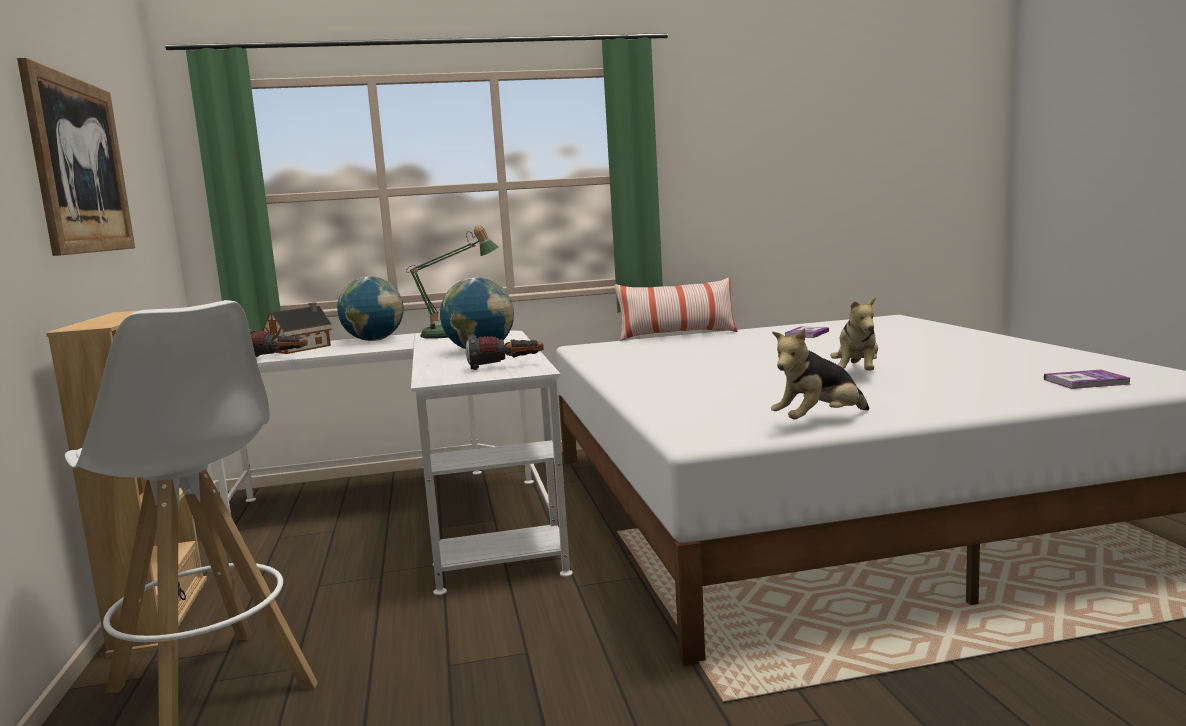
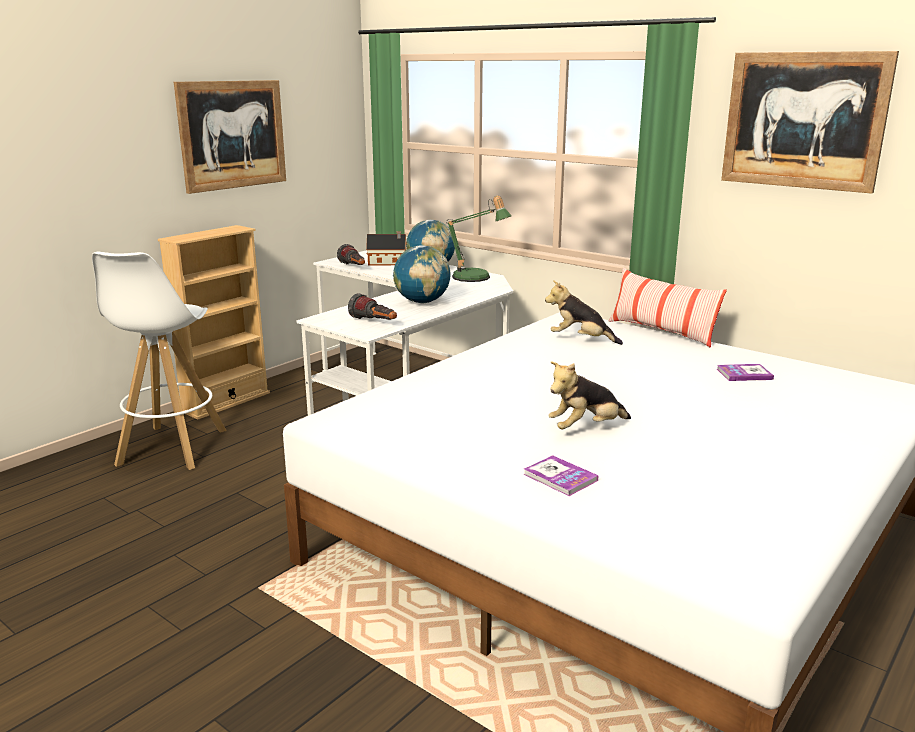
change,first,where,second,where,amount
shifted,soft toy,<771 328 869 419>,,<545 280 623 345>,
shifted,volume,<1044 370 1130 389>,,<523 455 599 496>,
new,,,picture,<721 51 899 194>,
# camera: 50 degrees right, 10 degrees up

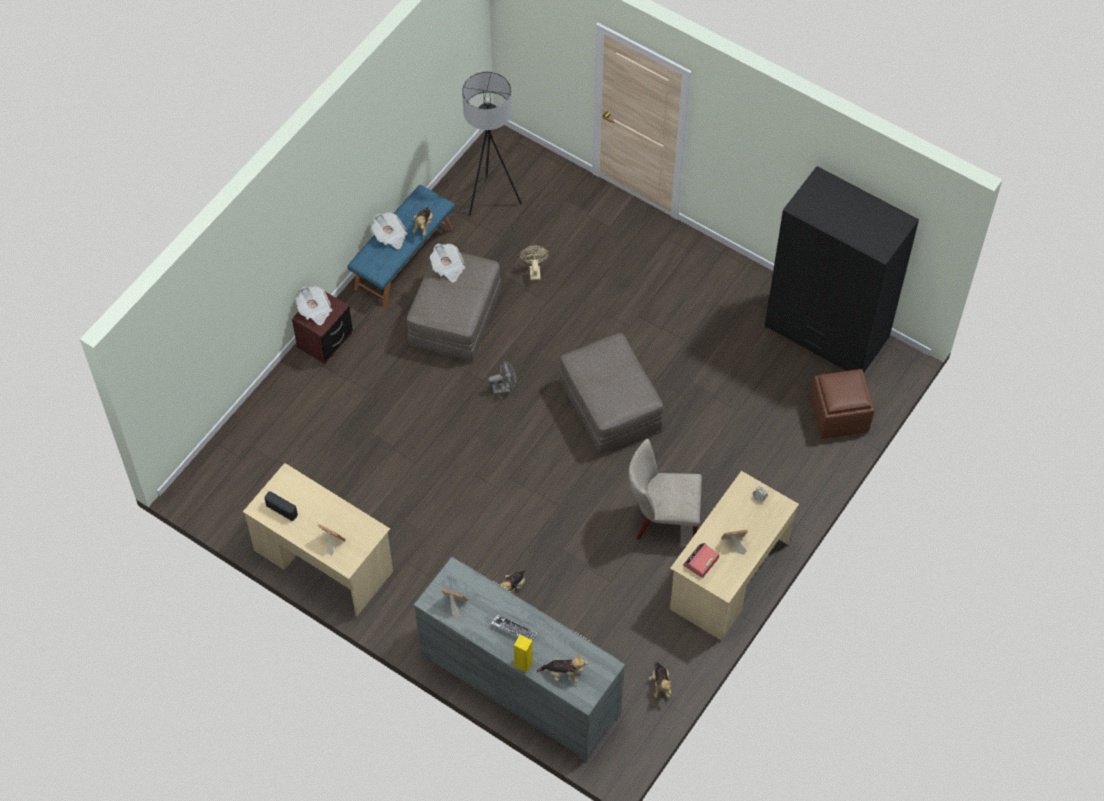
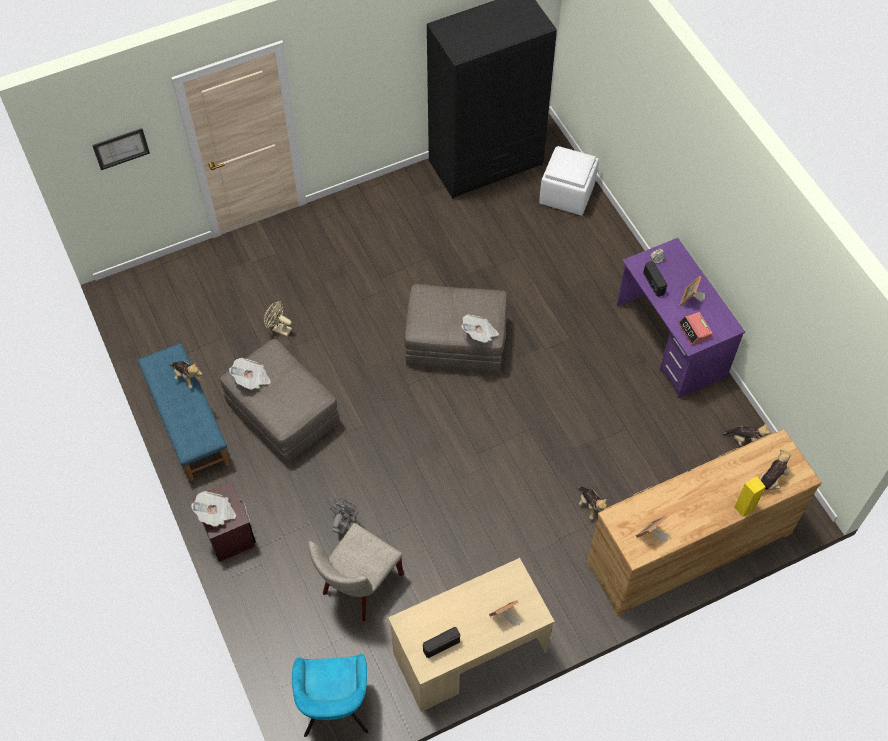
change,first,where,second,where,amount
gone,greyish standard lamp,<449 72 522 216>,,,
shifted,daily paper,<372 212 408 249>,,<461 314 499 343>,
shifted,greyish cooling fan,<488 361 516 394>,,<327 498 358 535>,
repainted,brownish pouffe,<810 369 874 439>,whitish pouffe,<539 146 599 216>,
shifted,beige-coloured plain chair,<629 439 702 540>,,<308 523 404 621>,
repainted,beige-coloured desk table,<670 471 799 640>,purple desk table,<617 238 745 398>,
repainted,greyish chest of drawers,<414 557 625 762>,brownish chest of drawers,<587 429 822 616>,
gone,PC keyboard,<491 615 537 640>,,,
new,,,picture,<92 128 150 170>,
new,,,radio set,<643 261 667 297>,
new,,,turquoise-coloured easy chair,<292 654 368 737>,
# camera: 60 degrees left, 0 degrees up

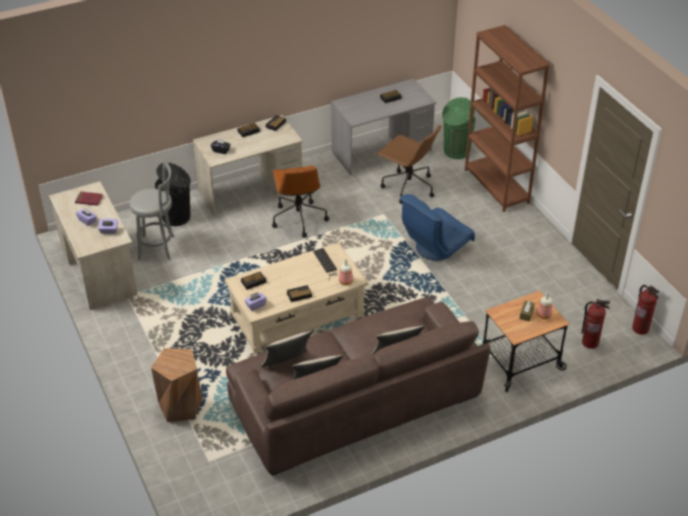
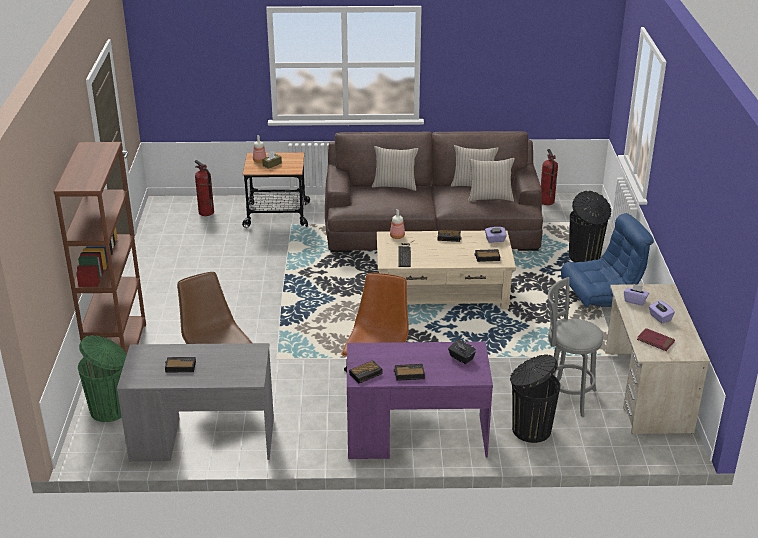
change,first,where,second,where,amount
repainted,beige-coloured desk table,<193 115 303 216>,purple desk table,<347 342 493 459>,
shifted,blue easy chair,<400 194 475 260>,,<561 213 654 307>,
shifted,extinguisher,<632 285 660 335>,,<541 149 558 205>,
swapped,brownish stool,<151 348 203 422>,black rubbish bin,<569 191 611 262>,
# camera: 155 degrees left, 10 degrees down

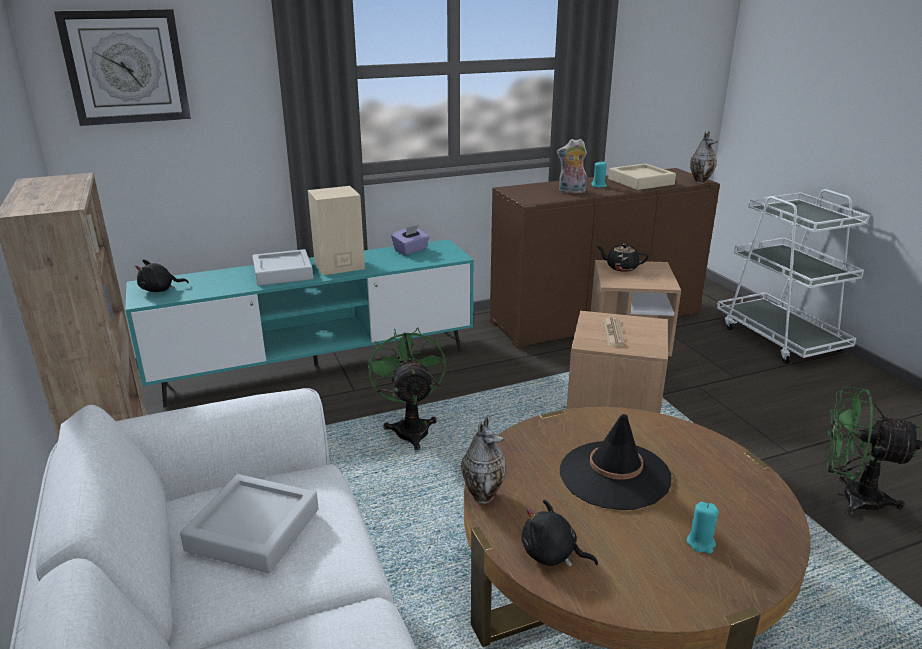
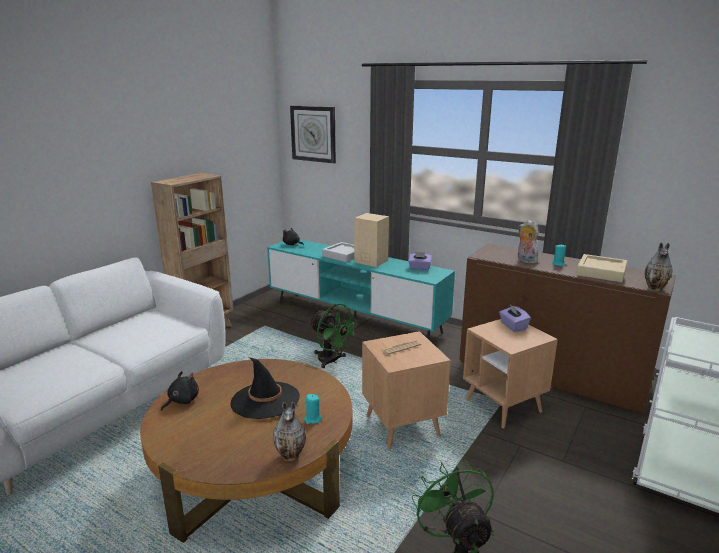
change,first,where,second,where,amount
swapped,black pot for tea,<597 243 649 272>,purple tissue holder,<499 304 531 332>,
rotated,greenish cooling fan,<367 327 446 450>,,<309 304 359 368>,90 degrees clockwise
shifted,flower vase,<461 417 507 504>,,<273 402 306 461>,
gone,greyish tray,<180 474 319 573>,,,
rotated,black soft toy,<522 499 598 567>,,<161 371 199 411>,45 degrees clockwise
shifted,turquoise-coloured candle,<687 502 719 554>,,<304 394 322 424>,
# camera: 55 degrees right, 5 degrees down

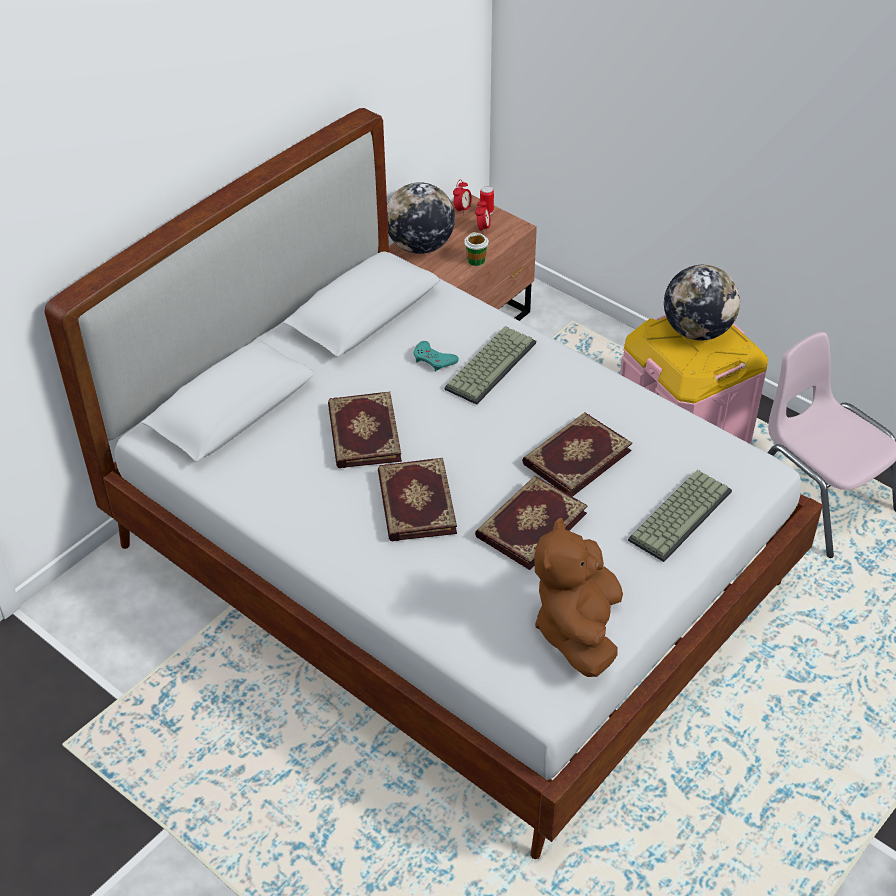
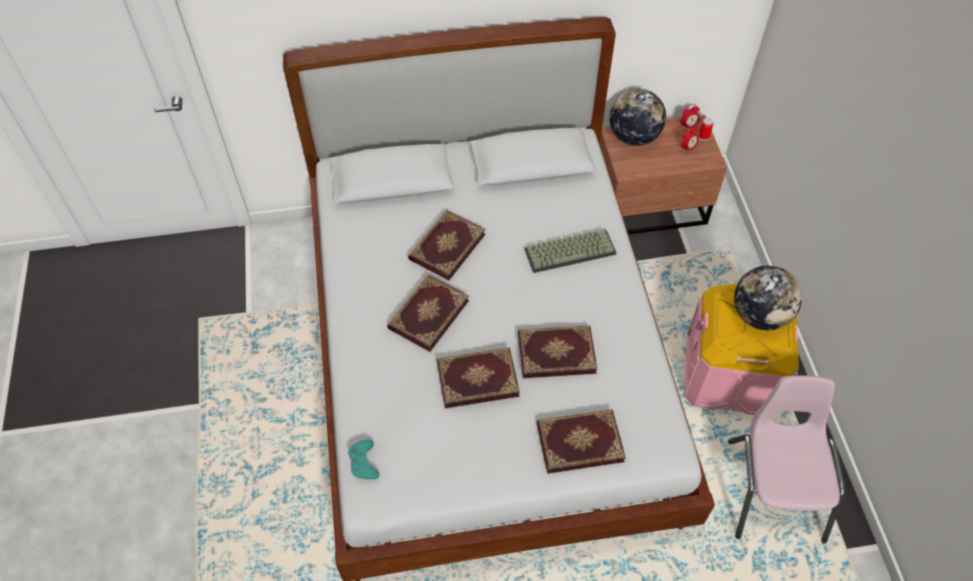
change,first,where,second,where,amount
gone,cup,<464 232 489 266>,,,
shifted,turquoise-coloured joypad,<414 341 459 372>,,<348 440 380 479>,
swapped,PC keyboard,<628 470 732 562>,volume,<537 409 626 474>,
gone,brownish soft toy,<534 517 623 677>,,,
# camera: 40 degrees right, 10 degrees up

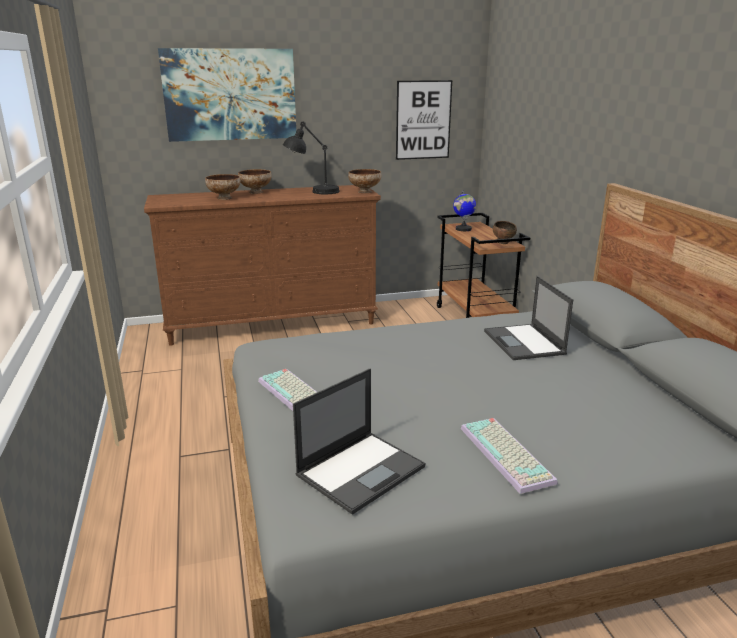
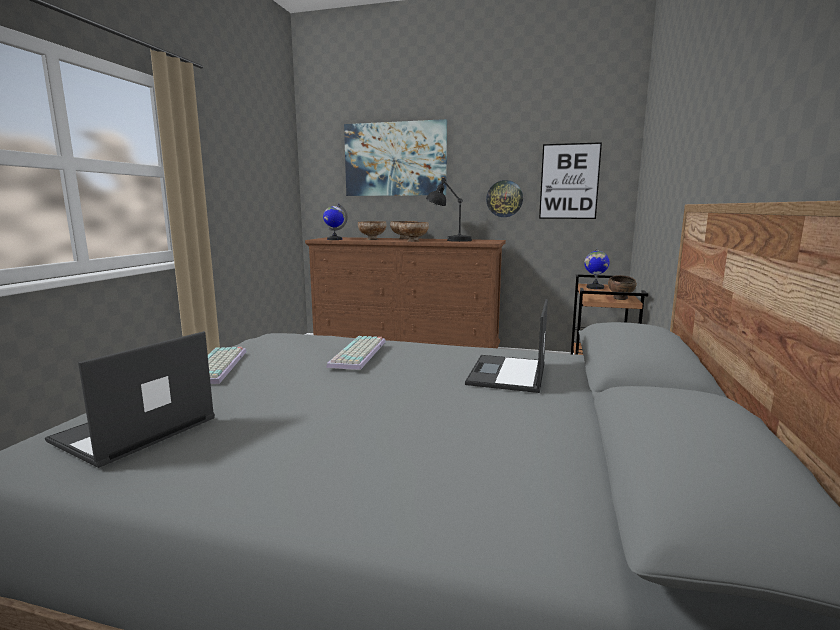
change,first,where,second,where,amount
shifted,serving bowl,<348 169 381 193>,,<398 222 429 242>,
rotated,laptop,<293 368 425 515>,,<45 331 215 468>,135 degrees clockwise
shifted,PC keyboard,<461 418 558 494>,,<326 336 386 370>,
new,,,clock on the wall,<486 180 523 217>,
new,,,globe,<323 203 348 240>,
# camera: 30 degrees right, 10 degrees down

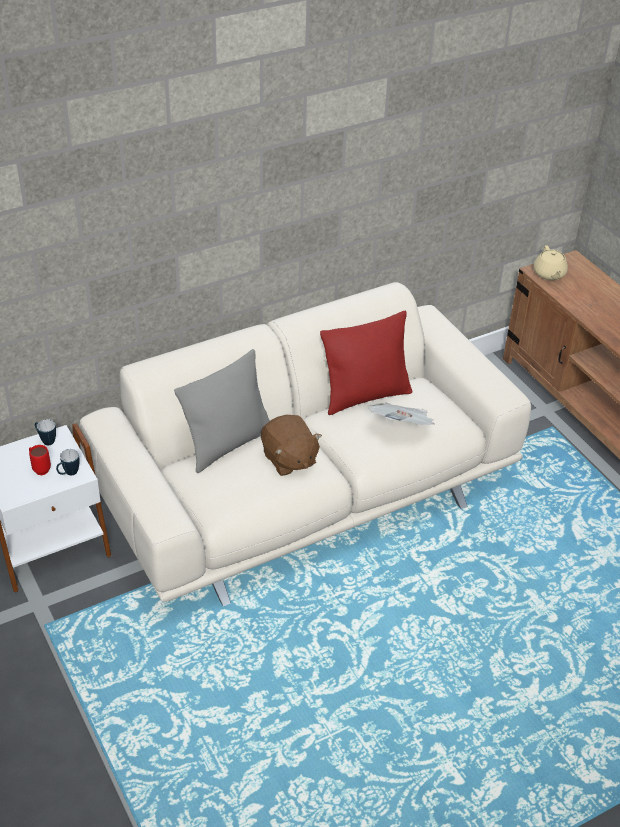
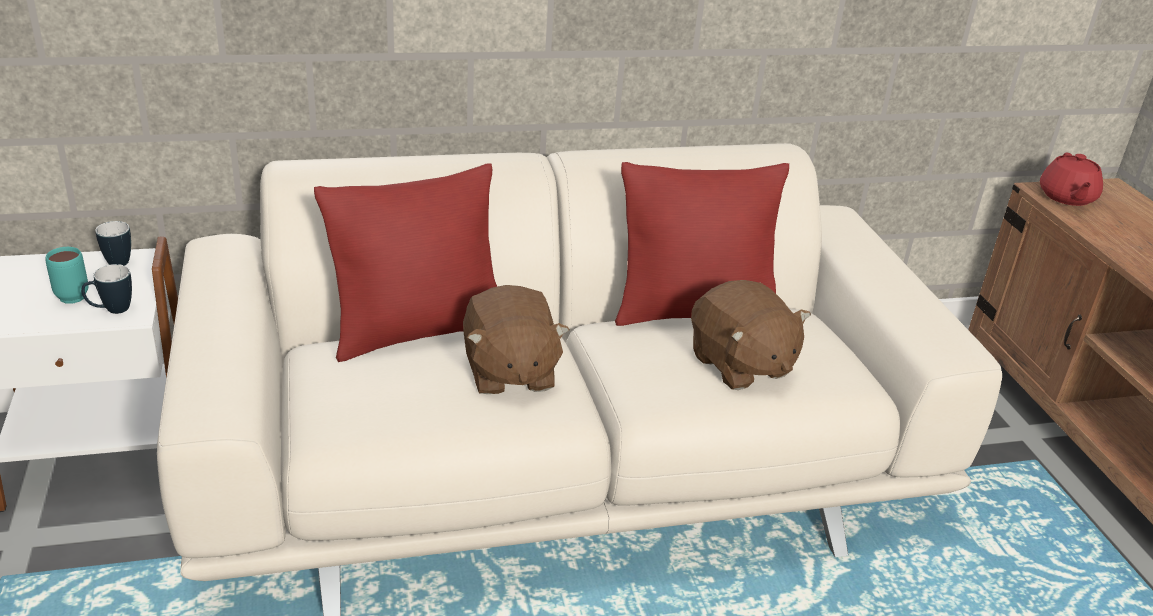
change,first,where,second,where,amount
repainted,beige-coloured pot for tea,<533 245 568 280>,red pot for tea,<1040 153 1103 206>,
repainted,greyish cushion,<174 349 270 474>,red cushion,<314 163 497 362>,
swapped,daily paper,<368 403 435 425>,brownish soft toy,<691 280 811 390>,
repainted,red tea mug,<29 445 51 475>,turquoise-coloured tea mug,<45 247 89 304>,
# camera: 15 degrees right, 10 degrees down

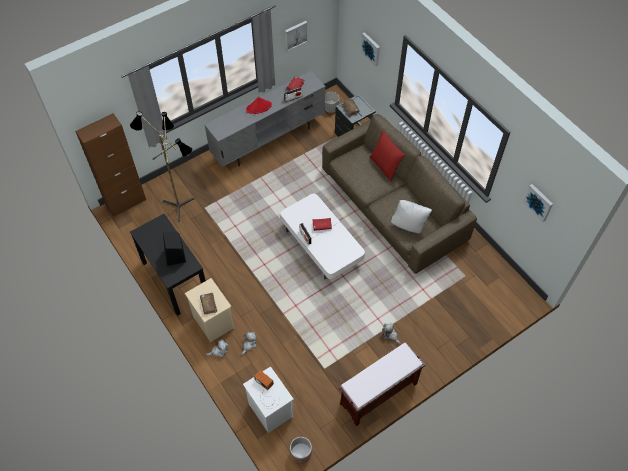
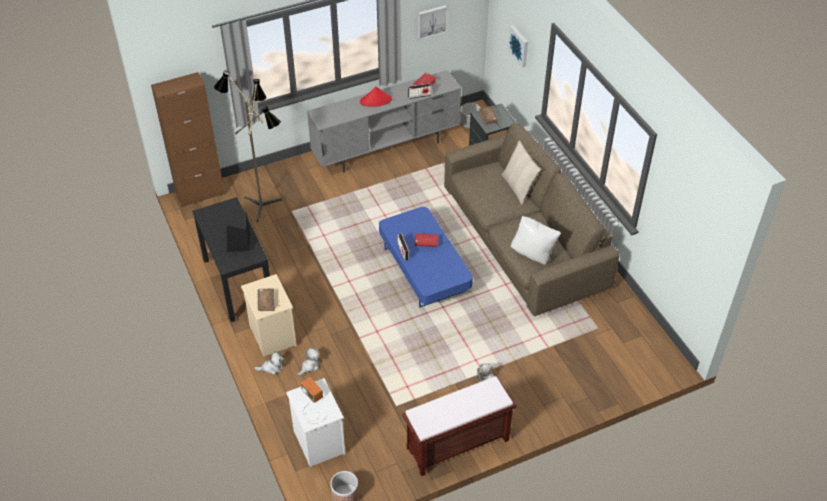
change,first,where,second,where,amount
repainted,red cushion,<369 131 405 182>,beige-coloured cushion,<502 140 541 205>,
gone,picture,<522 184 553 222>,,,
repainted,whitish lounge table,<281 194 365 279>,blue lounge table,<379 207 473 308>,
# camera: 10 degrees right, 10 degrees down

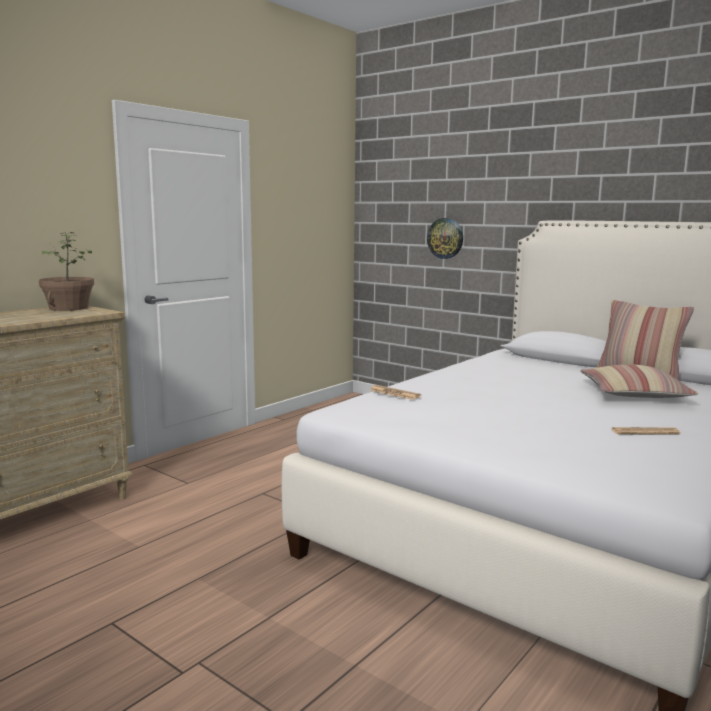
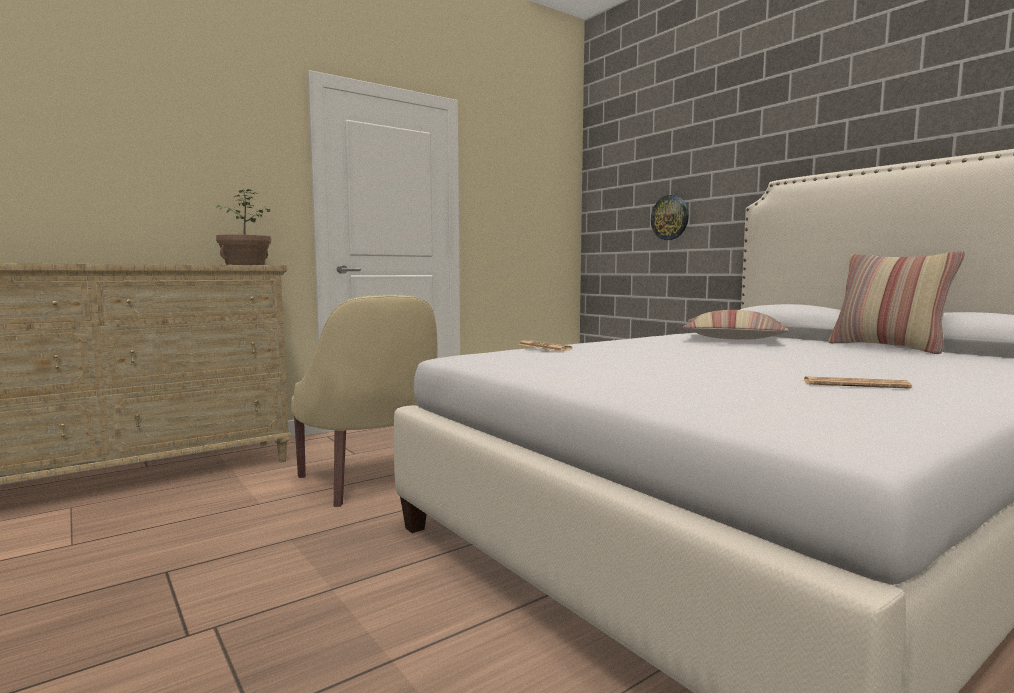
change,first,where,second,where,amount
shifted,cushion,<580 364 699 398>,,<683 310 789 340>,
new,,,beige-coloured easy chair,<291 295 437 507>,
# camera: 15 degrees right, 5 degrees down

